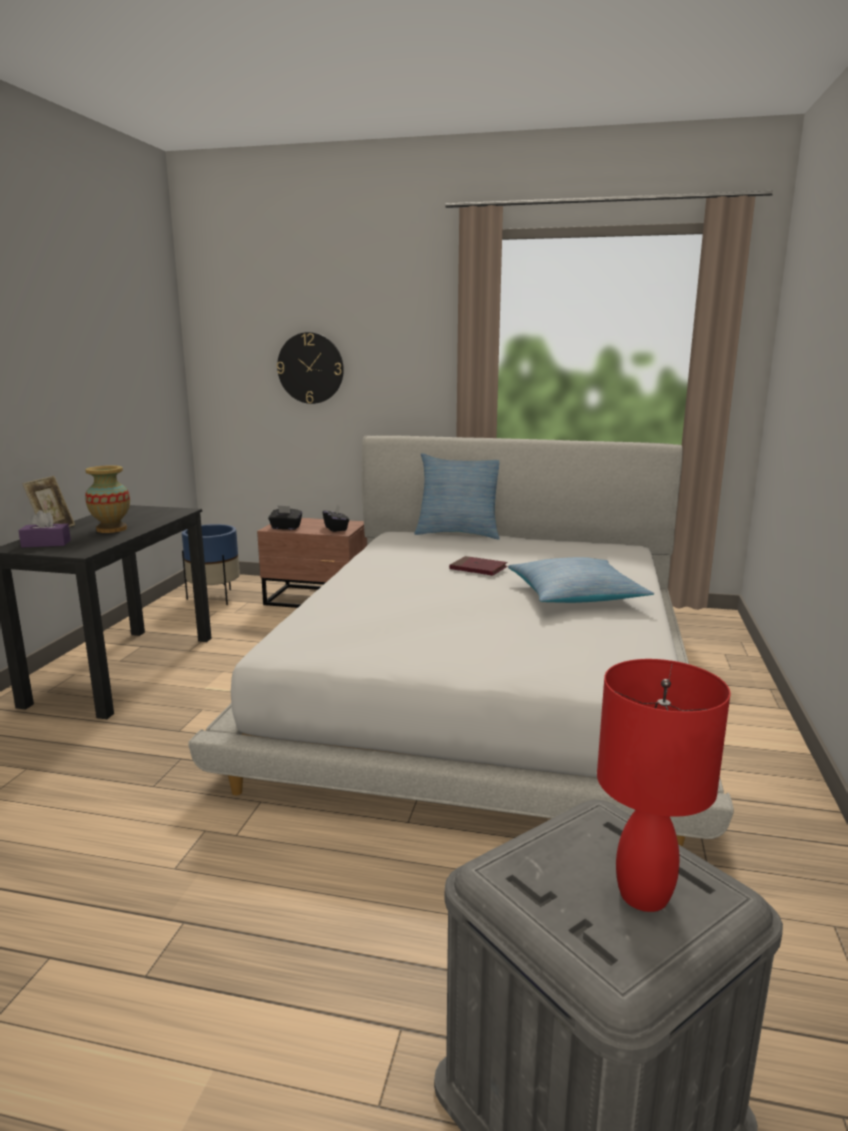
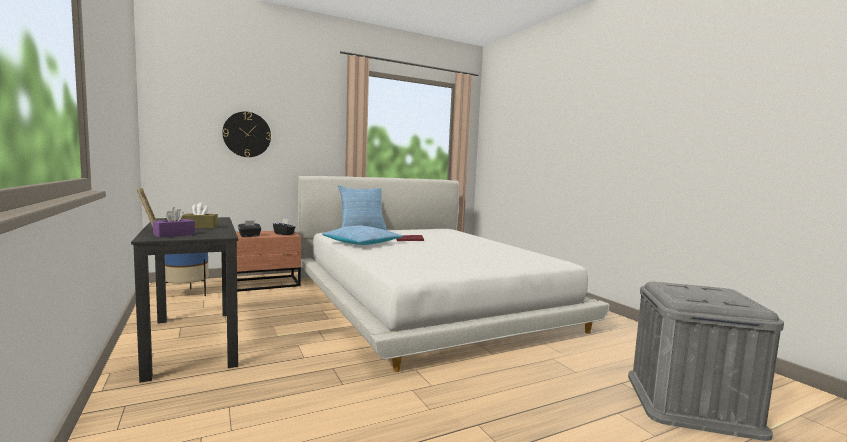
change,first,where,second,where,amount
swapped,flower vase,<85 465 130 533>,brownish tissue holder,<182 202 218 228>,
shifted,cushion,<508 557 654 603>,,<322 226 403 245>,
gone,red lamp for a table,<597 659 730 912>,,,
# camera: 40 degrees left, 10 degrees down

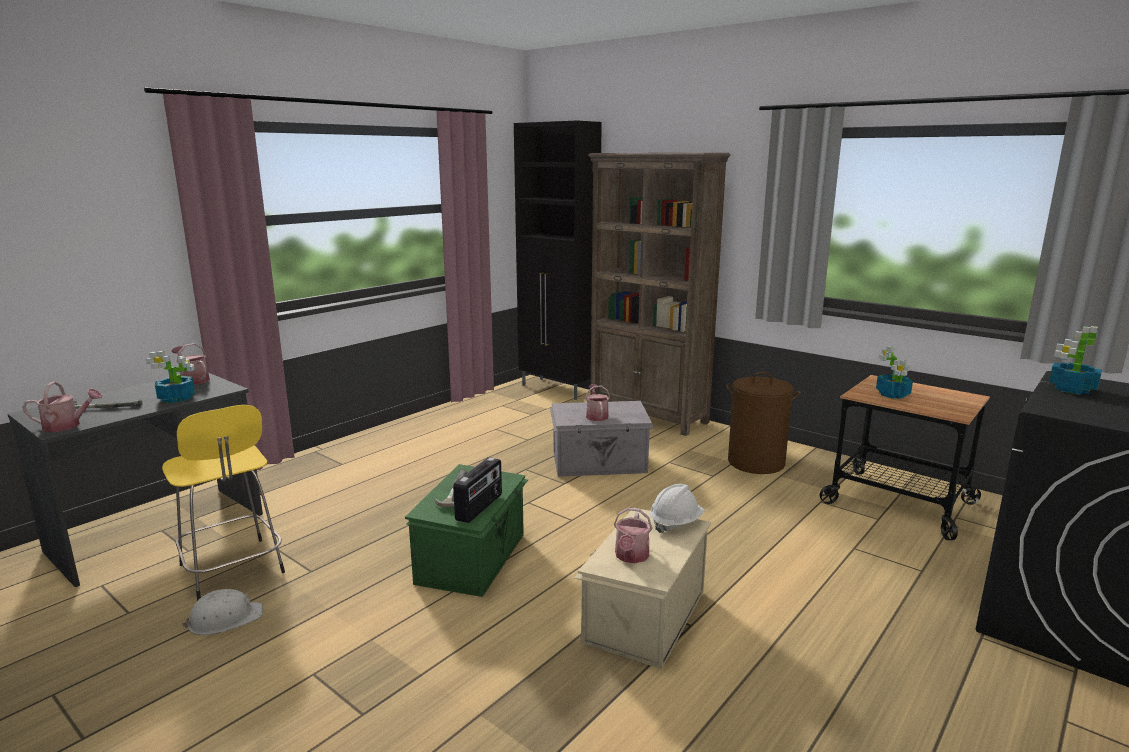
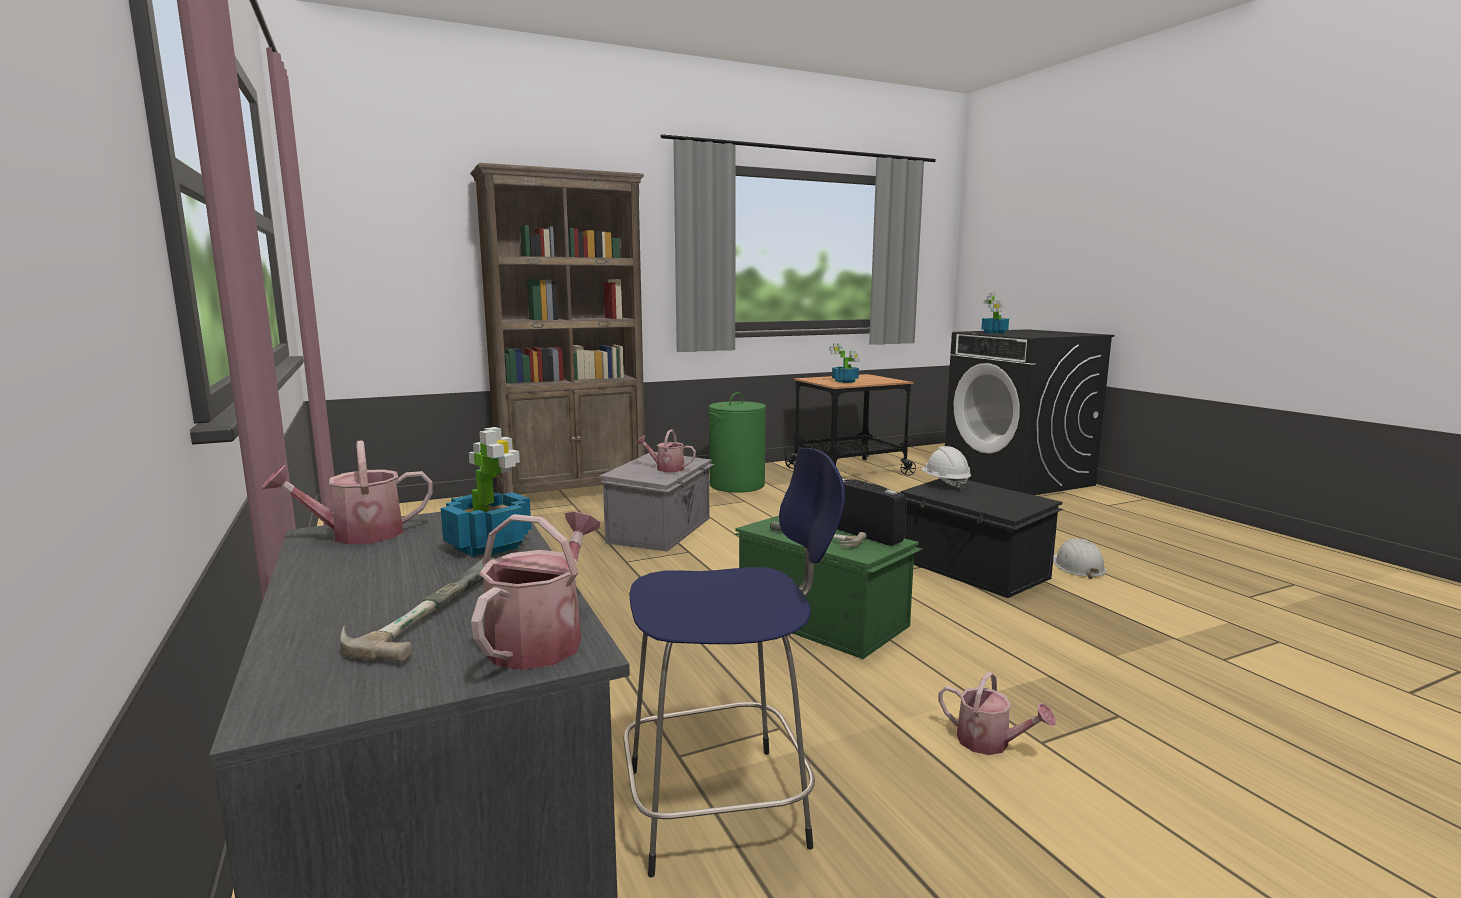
change,first,where,second,where,amount
gone,black cupboard,<514 121 602 400>,,,
repainted,brownish washing basket,<726 372 800 474>,greenish washing basket,<708 392 766 493>,
repainted,yellow-coloured stool,<162 405 285 601>,blue stool,<623 448 845 877>,
repainted,beige-coloured storage box,<574 508 711 669>,black storage box,<900 478 1063 598>,
shifted,watering can,<614 508 652 563>,,<938 671 1056 755>,
shifted,whitish safety helmet,<182 589 263 635>,,<1053 538 1106 579>,
# camera: 65 degrees left, 5 degrees down

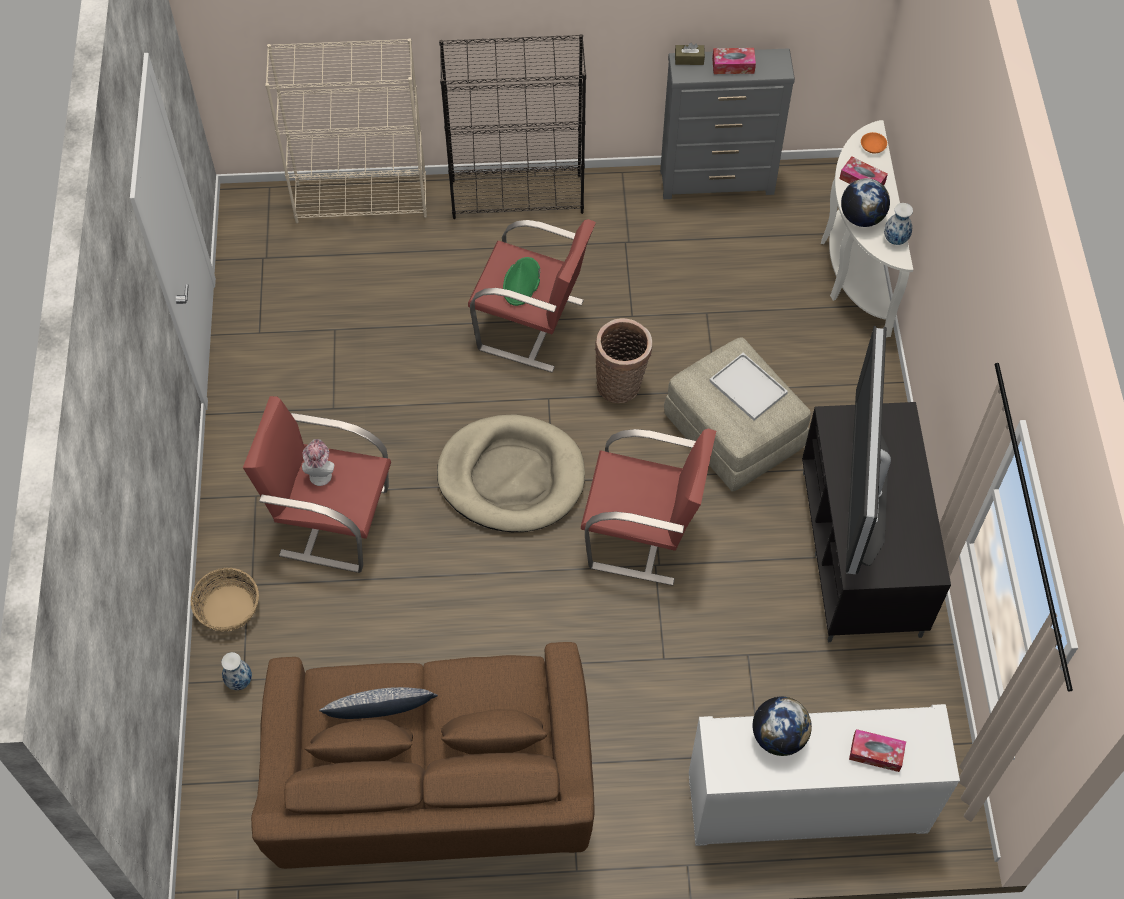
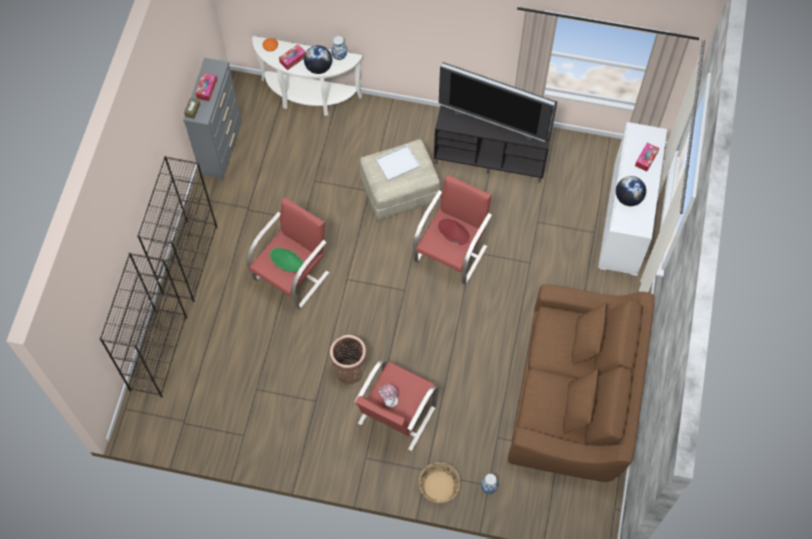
change,first,where,second,where,amount
repainted,beige-coloured shelving unit,<265 38 427 223>,black shelving unit,<100 253 187 398>,
shifted,household basket,<595 318 652 403>,,<330 335 366 385>,
gone,beige-coloured dog cushion,<437 414 585 532>,,,
gone,cushion,<319 687 438 719>,,,
new,,,red hat,<438 219 470 244>,
# camera: 75 degrees left, 5 degrees up

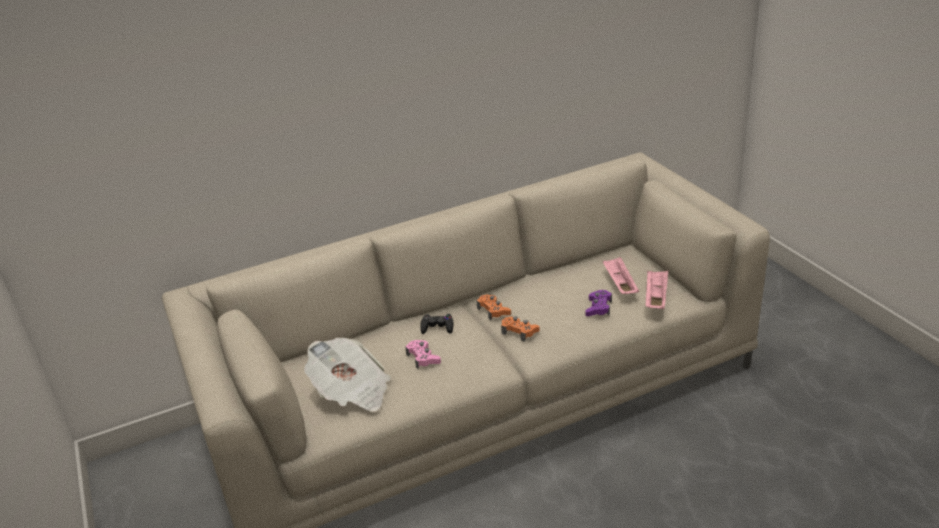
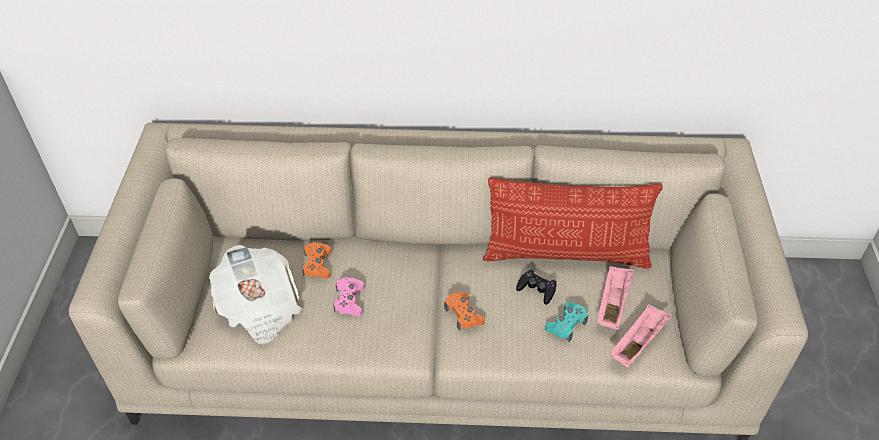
change,first,where,second,where,amount
repainted,purple joypad,<585 290 612 316>,turquoise-coloured joypad,<545 302 588 342>,
shifted,orange-coloured joypad,<477 294 511 321>,,<302 242 332 279>,
shifted,black joypad,<420 314 453 334>,,<516 269 557 305>,
new,,,cushion,<483 178 663 269>,
# camera: 25 degrees right, 15 degrees up

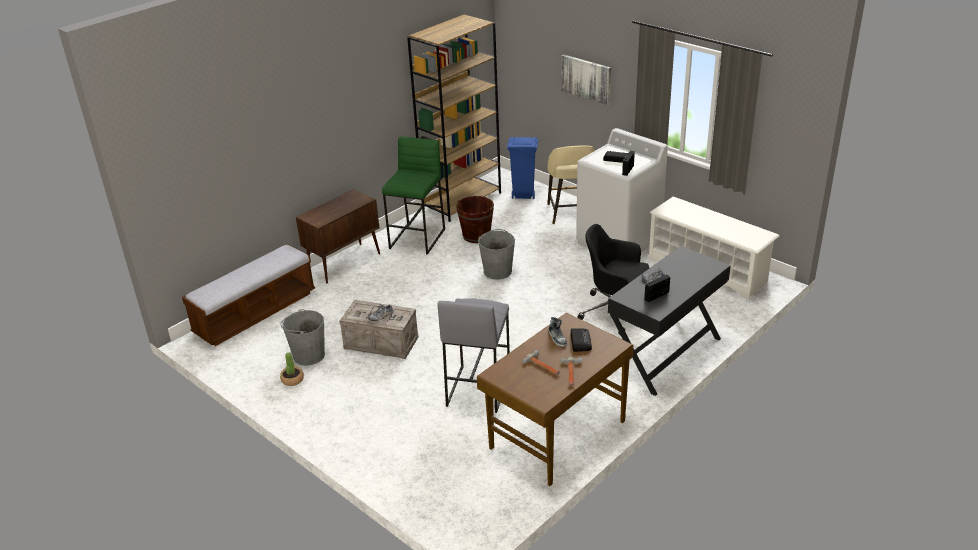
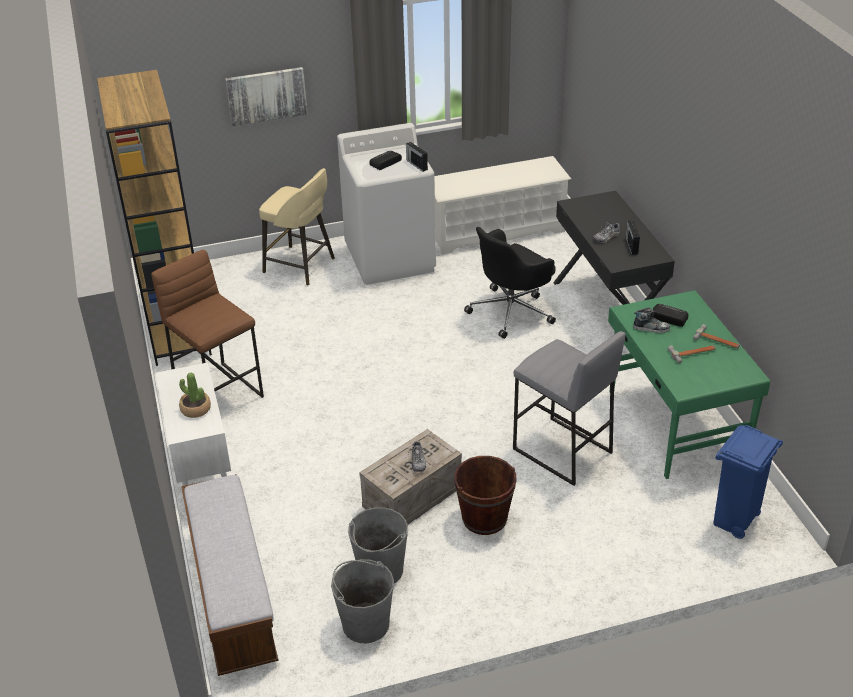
change,first,where,second,where,amount
repainted,greenish stool,<382 136 445 255>,brownish stool,<151 249 264 398>,
shifted,blue rubbish bin,<507 137 538 199>,,<713 425 783 539>,
repainted,brownish cupboard,<296 189 380 283>,whitish cupboard,<156 362 231 486>,
shifted,brownish water bucket,<456 196 494 243>,,<454 456 517 535>,
shifted,greyish water bucket,<478 229 515 280>,,<331 559 394 643>,
repainted,brownish desk table,<477 313 633 486>,greenish desk table,<608 290 770 479>,
shifted,plant in a pot,<280 353 304 386>,,<179 373 211 418>,
# camera: 60 degrees left, 5 degrees up

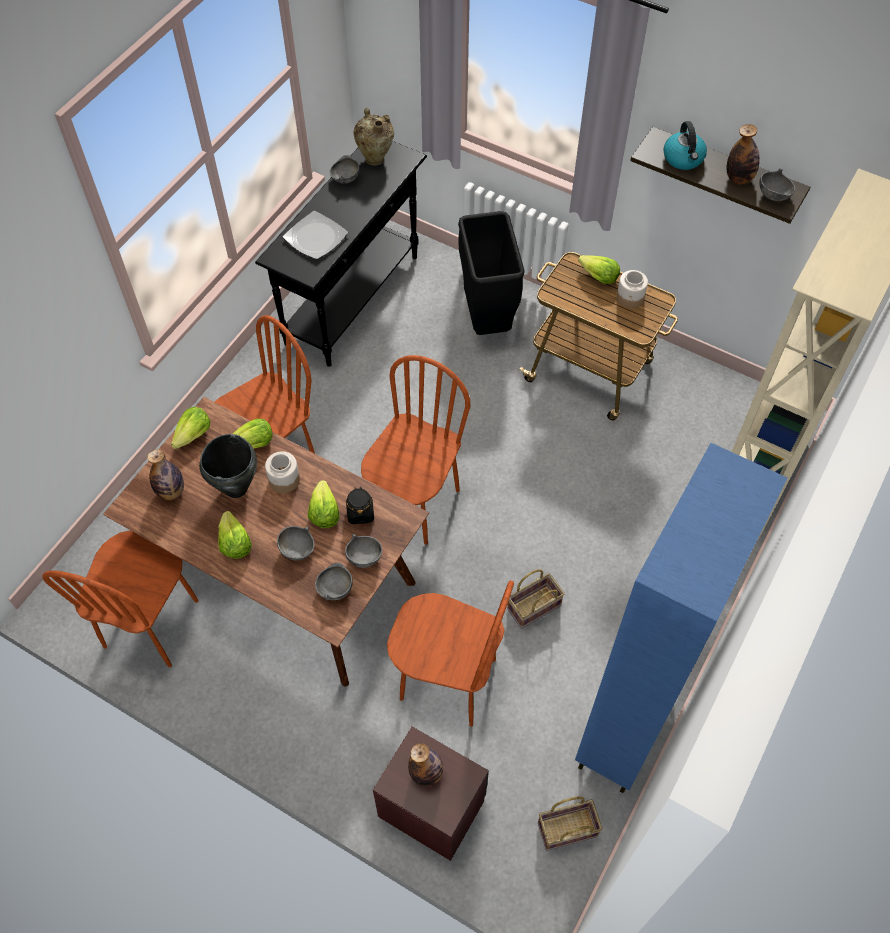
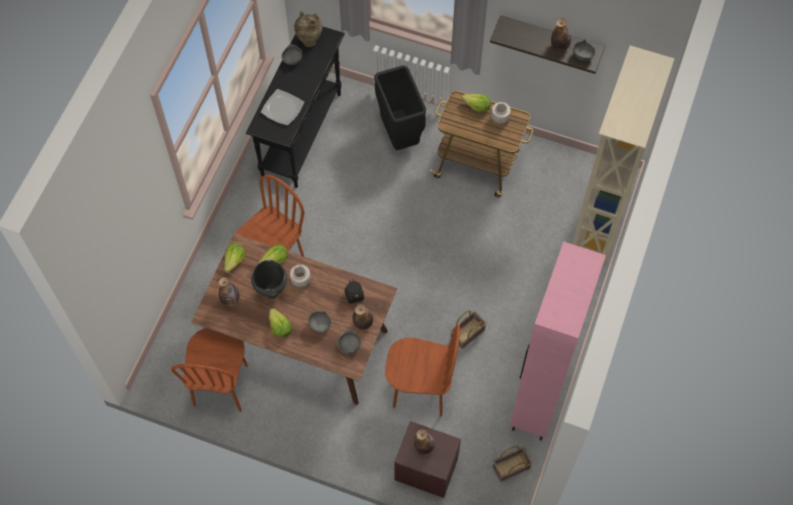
change,first,where,second,where,amount
gone,water kettle,<664 121 707 170>,,,
gone,brownish plain chair,<361 355 470 545>,,,
repainted,blue cupboard,<575 443 788 793>,pink cupboard,<510 241 606 441>,
gone,lettuce head,<308 480 340 528>,,,
swapped,greyish serving bowl,<345 534 382 568>,drink bottle,<352 304 373 330>,
# camera: 10 degrees left, 5 degrees up

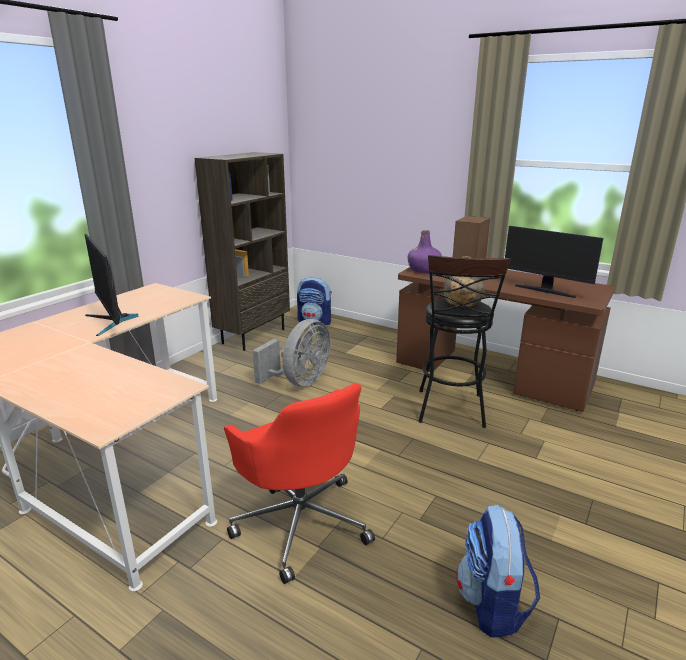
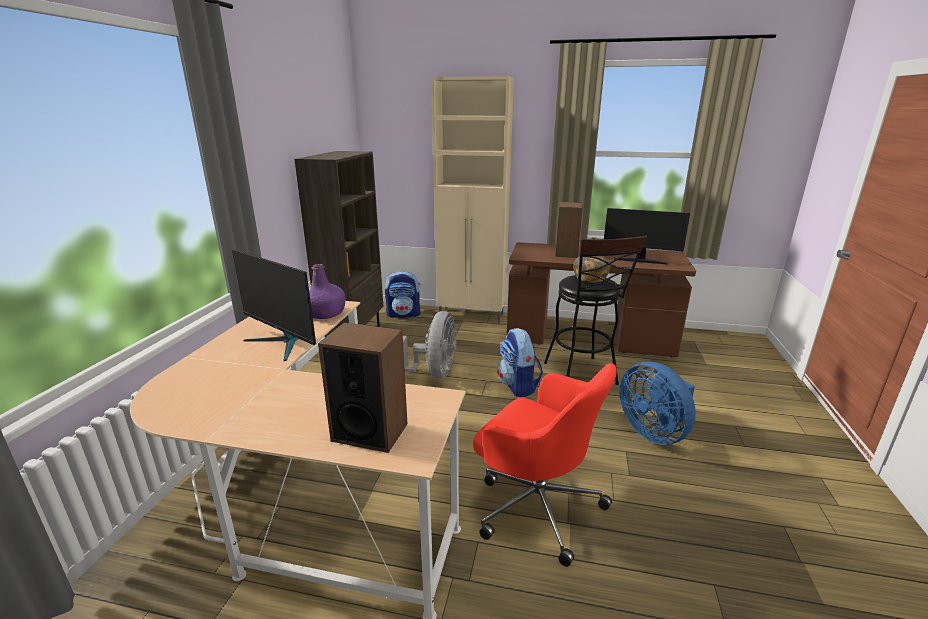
change,first,where,second,where,amount
shifted,purple drink bottle,<408 230 442 273>,,<309 264 346 319>,
shifted,backpack,<456 505 540 638>,,<497 328 543 397>,
new,,,beige-coloured cupboard,<431 76 514 324>,
new,,,speaker,<318 322 407 453>,
new,,,blue cooling fan,<619 362 696 445>,
# camera: 20 degrees left, 0 degrees up

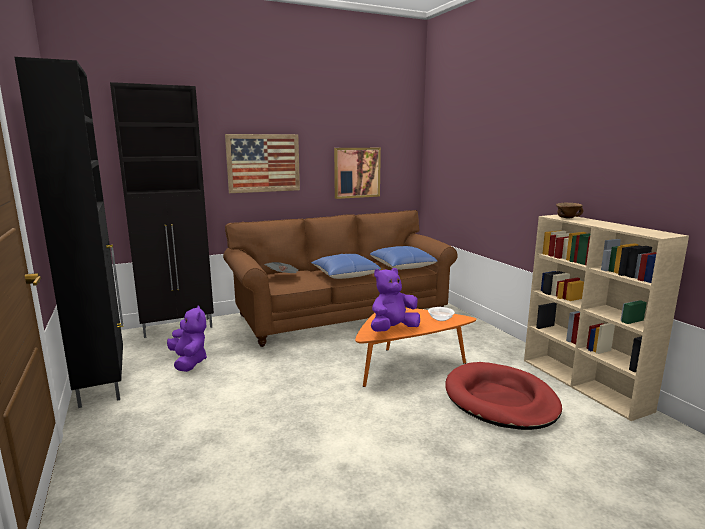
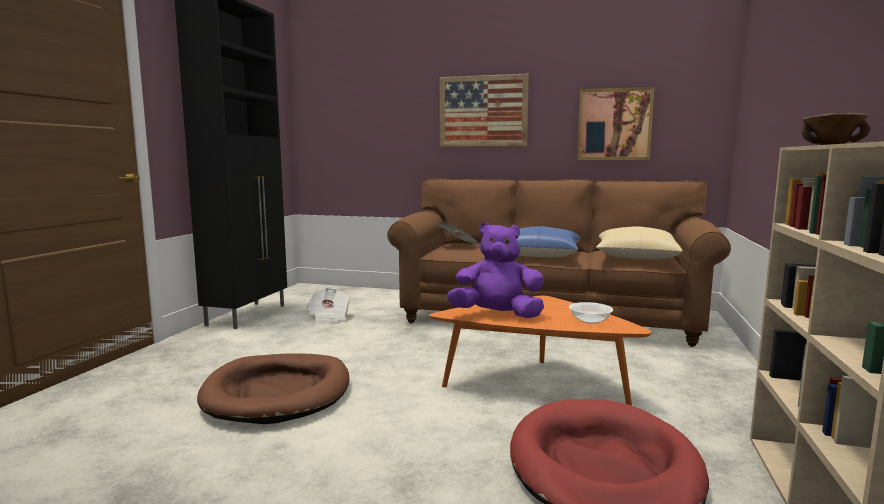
change,first,where,second,where,amount
gone,black cupboard,<110 82 214 338>,,,
repainted,blue cushion,<370 246 437 270>,beige-coloured cushion,<596 226 682 260>,
swapped,purple soft toy,<167 305 207 372>,daily paper,<307 288 351 325>,
new,,,brownish dog cushion,<197 353 350 424>,
# camera: 40 degrees right, 5 degrees down

